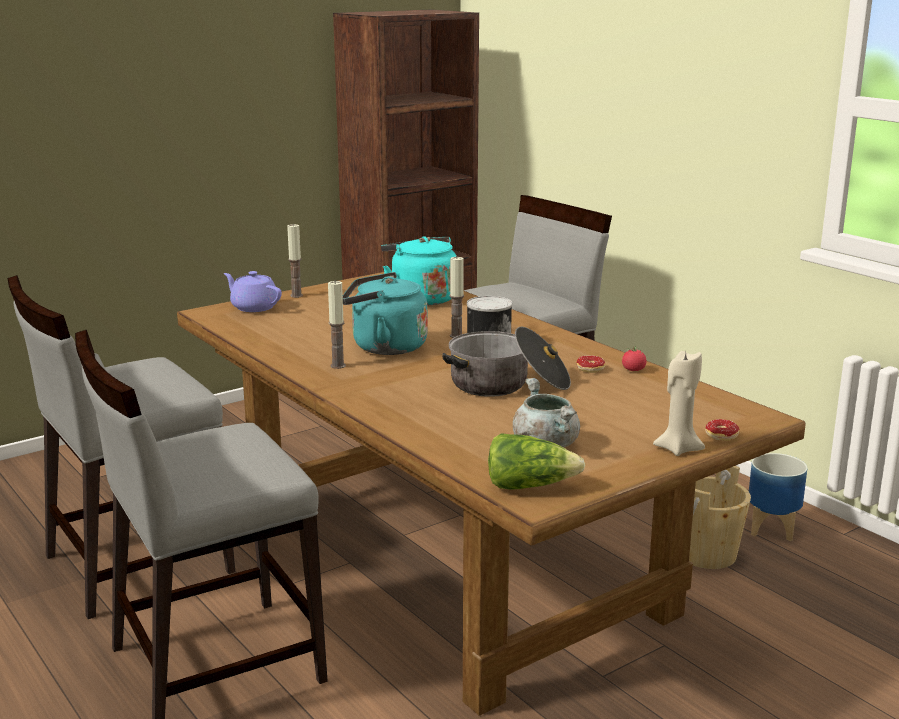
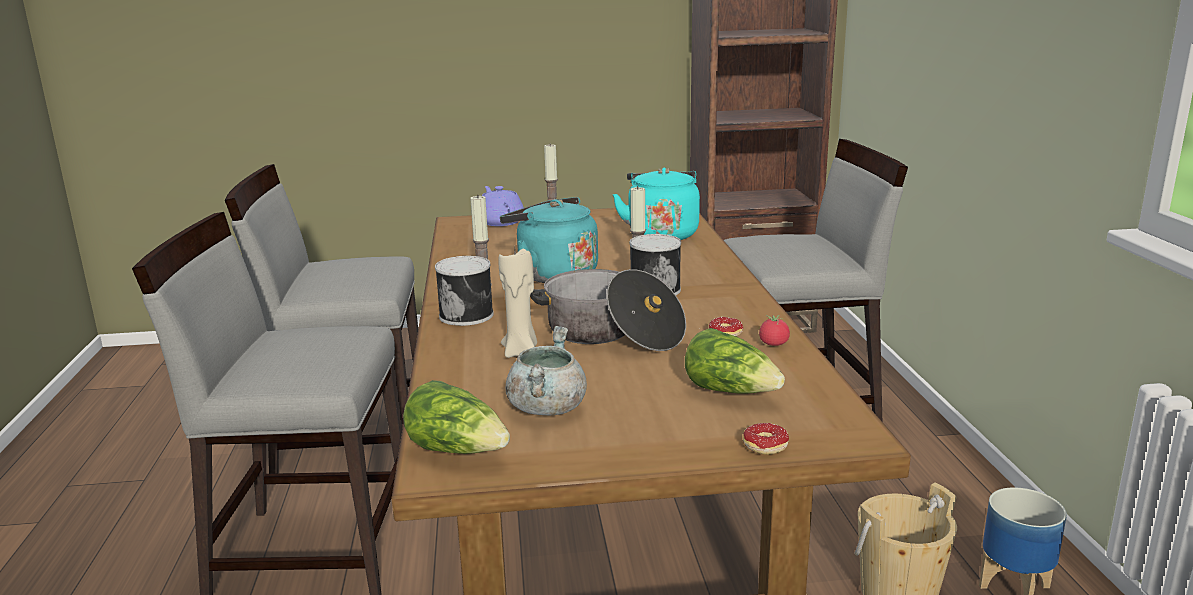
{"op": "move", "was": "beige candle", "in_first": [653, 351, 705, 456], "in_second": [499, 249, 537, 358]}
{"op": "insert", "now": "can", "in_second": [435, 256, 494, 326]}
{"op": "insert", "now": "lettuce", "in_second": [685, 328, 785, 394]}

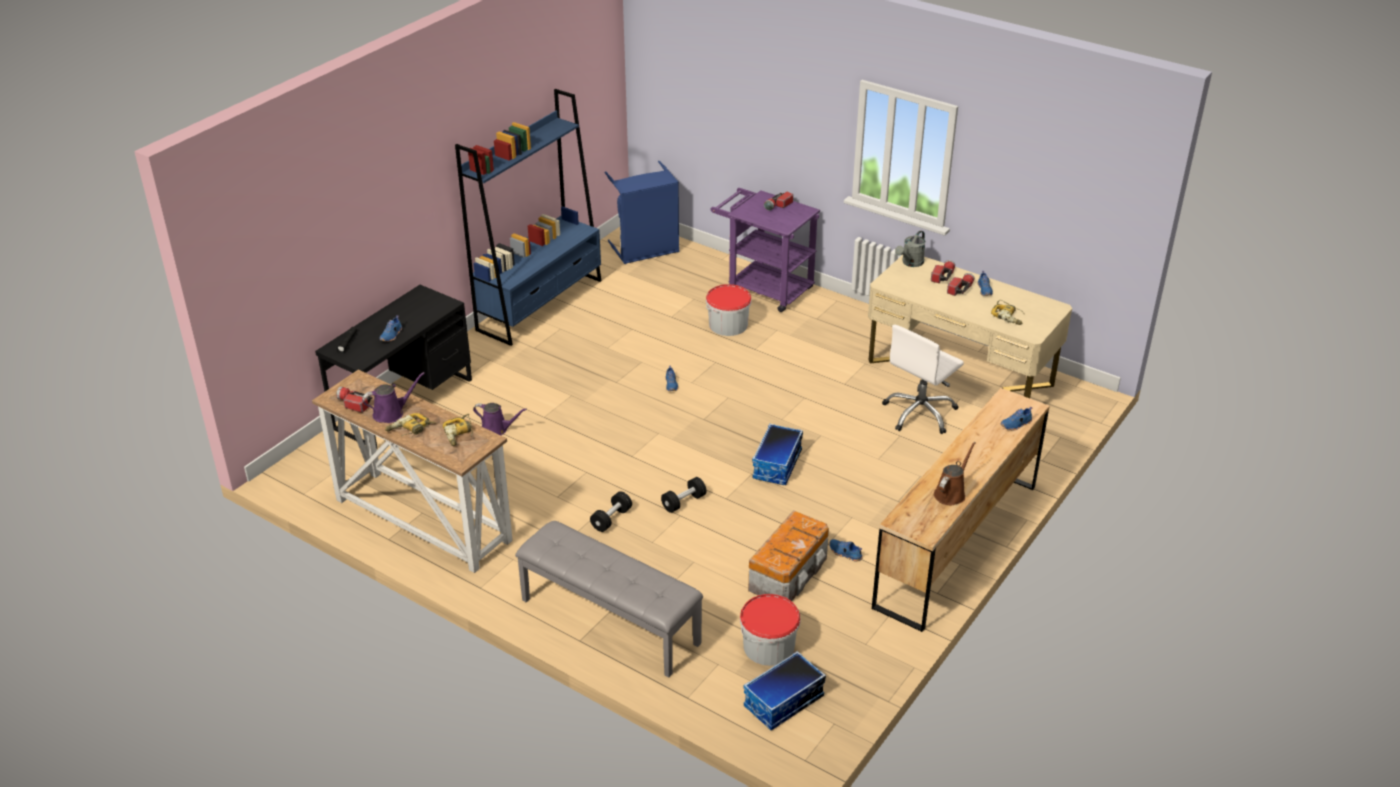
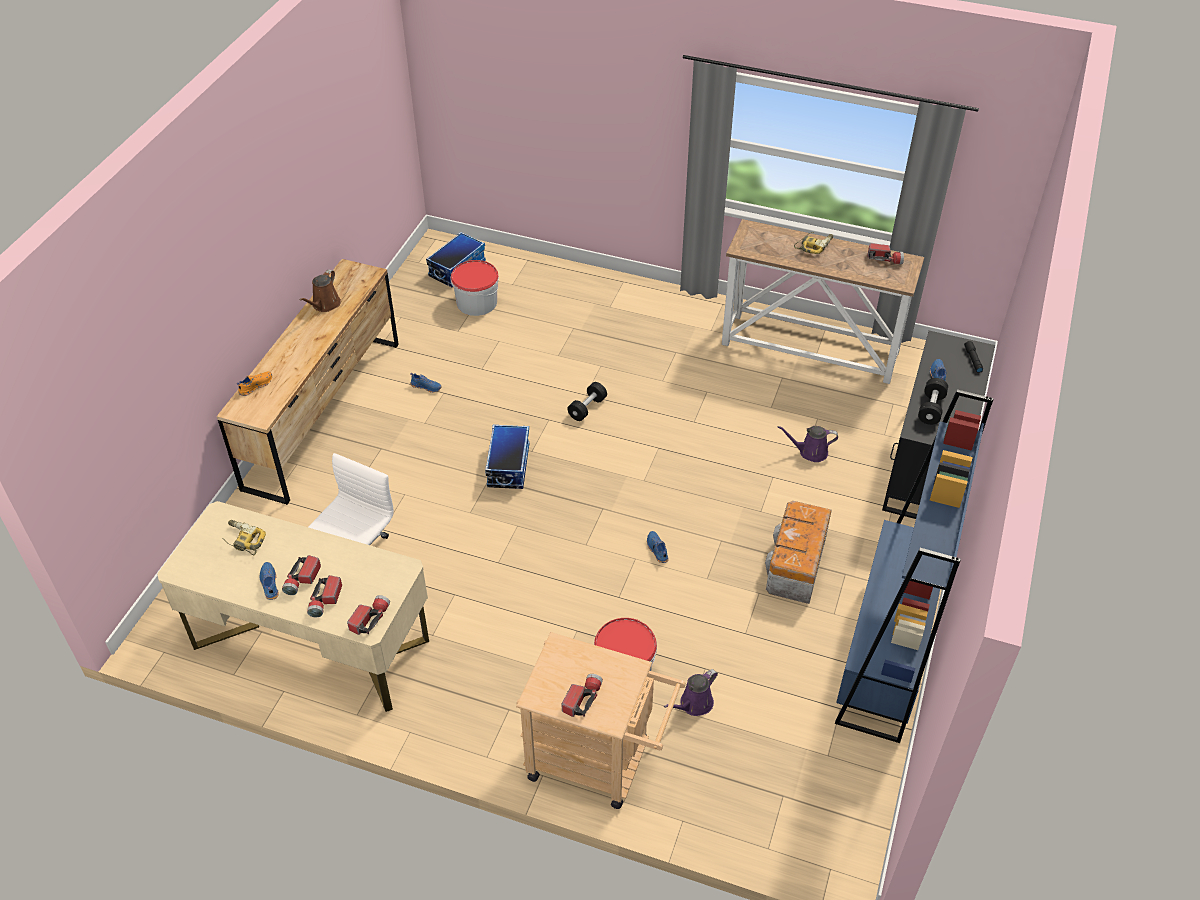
{"op": "delete", "was": "blue laundry basket", "in_first": [605, 161, 679, 264]}
{"op": "recolor", "was": "purple cart", "now": "beige cart", "in_first": [710, 188, 820, 312], "in_second": [516, 632, 686, 809]}
{"op": "replace", "was": "grey watering can", "now": "flashlight", "in_first": [895, 230, 926, 267], "in_second": [347, 595, 390, 635]}
{"op": "move", "was": "purple watering can", "in_first": [362, 372, 425, 423], "in_second": [664, 669, 718, 716]}
{"op": "recolor", "was": "blue shoe", "now": "orange shoe", "in_first": [1000, 407, 1033, 430], "in_second": [237, 371, 272, 396]}
{"op": "delete", "was": "power drill", "in_first": [443, 414, 473, 446]}
{"op": "move", "was": "black dumbbell", "in_first": [590, 491, 632, 532], "in_second": [918, 378, 948, 425]}
{"op": "move", "was": "storage box", "in_first": [748, 510, 829, 601], "in_second": [765, 501, 832, 604]}
{"op": "delete", "was": "grey bench", "in_first": [515, 521, 703, 678]}

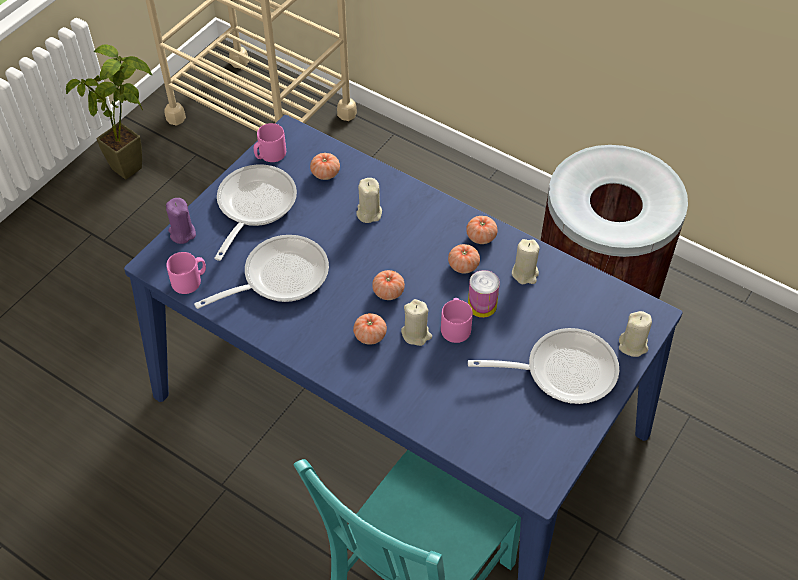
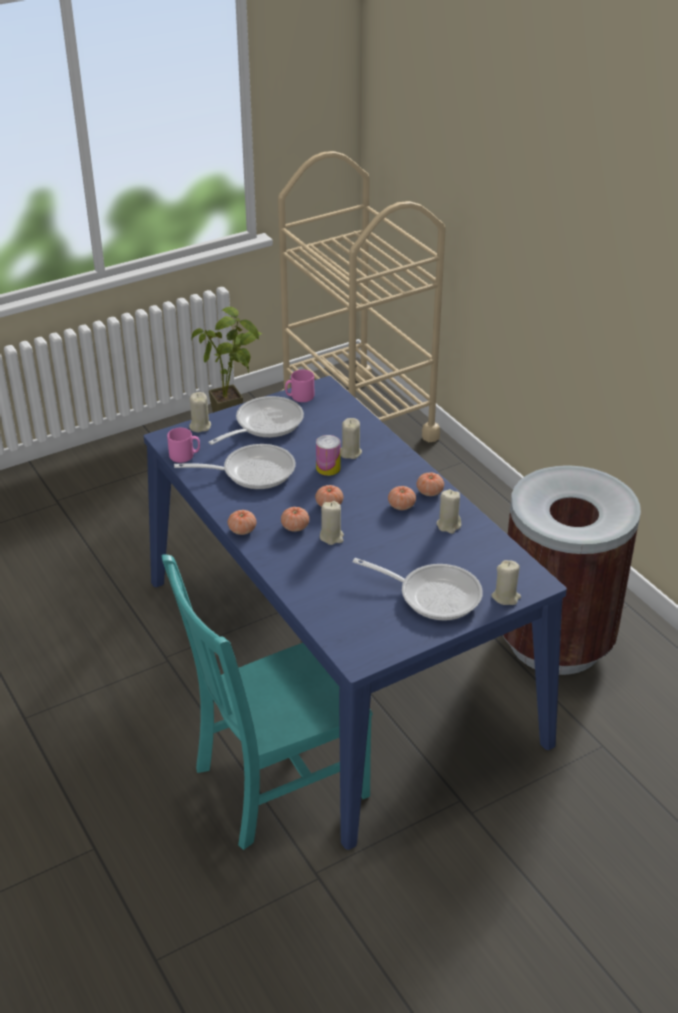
{"op": "move", "was": "tomato", "in_first": [310, 153, 340, 180], "in_second": [228, 510, 257, 535]}
{"op": "recolor", "was": "purple candle", "now": "beige candle", "in_first": [166, 198, 196, 244], "in_second": [189, 392, 211, 432]}
{"op": "move", "was": "can", "in_first": [468, 270, 500, 318], "in_second": [316, 435, 340, 476]}
{"op": "delete", "was": "pink mug", "in_first": [441, 298, 473, 343]}

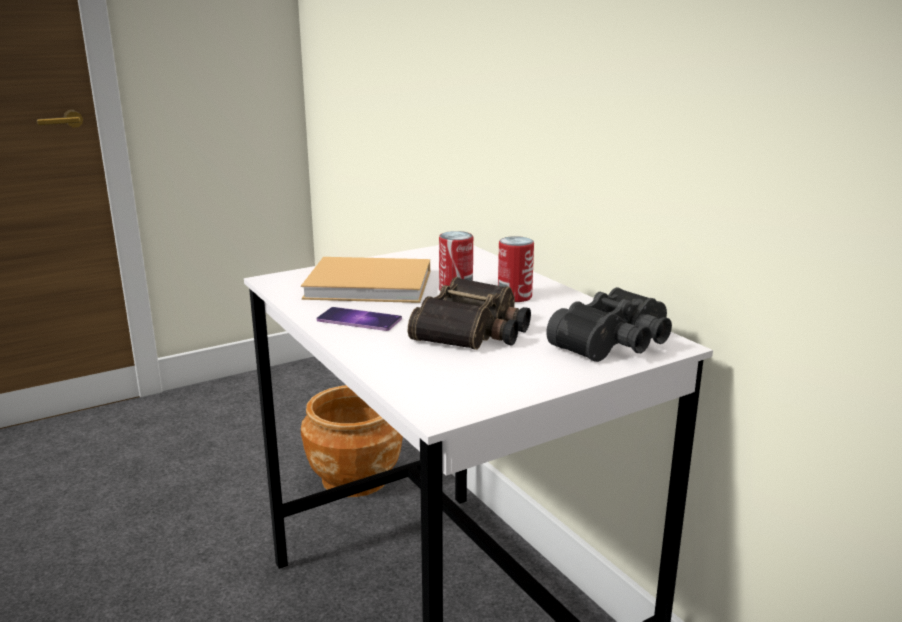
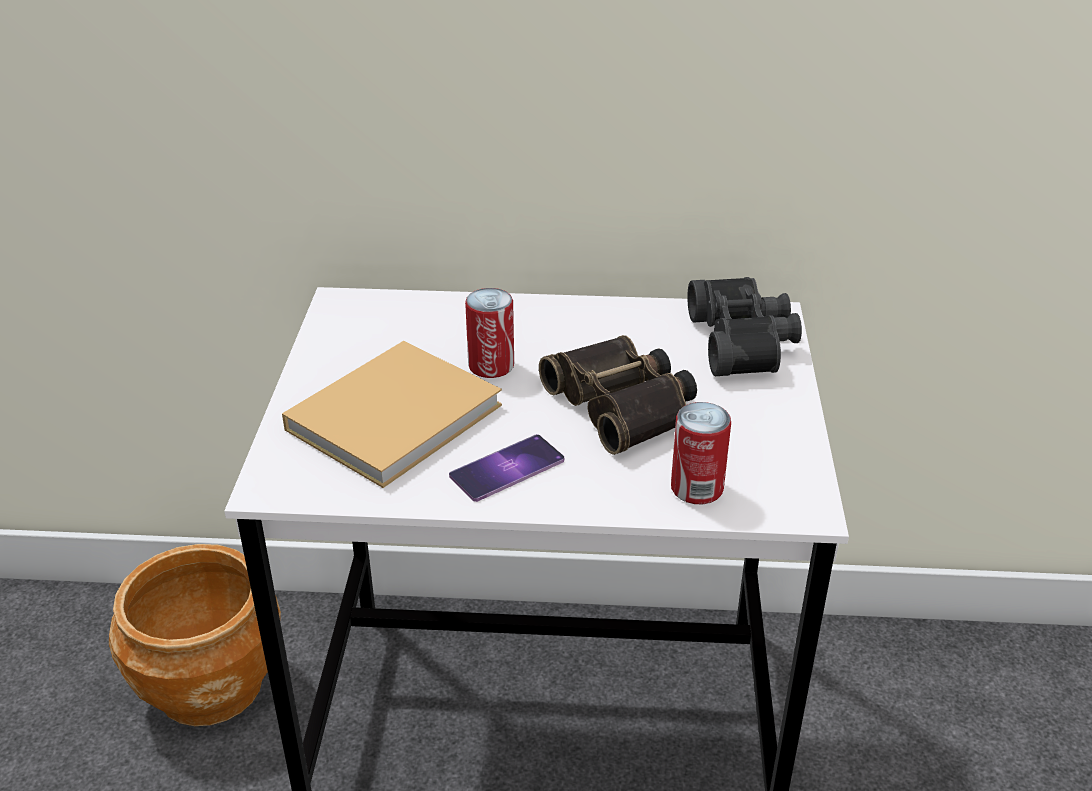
{"op": "move", "was": "can", "in_first": [498, 236, 534, 302], "in_second": [671, 402, 731, 504]}

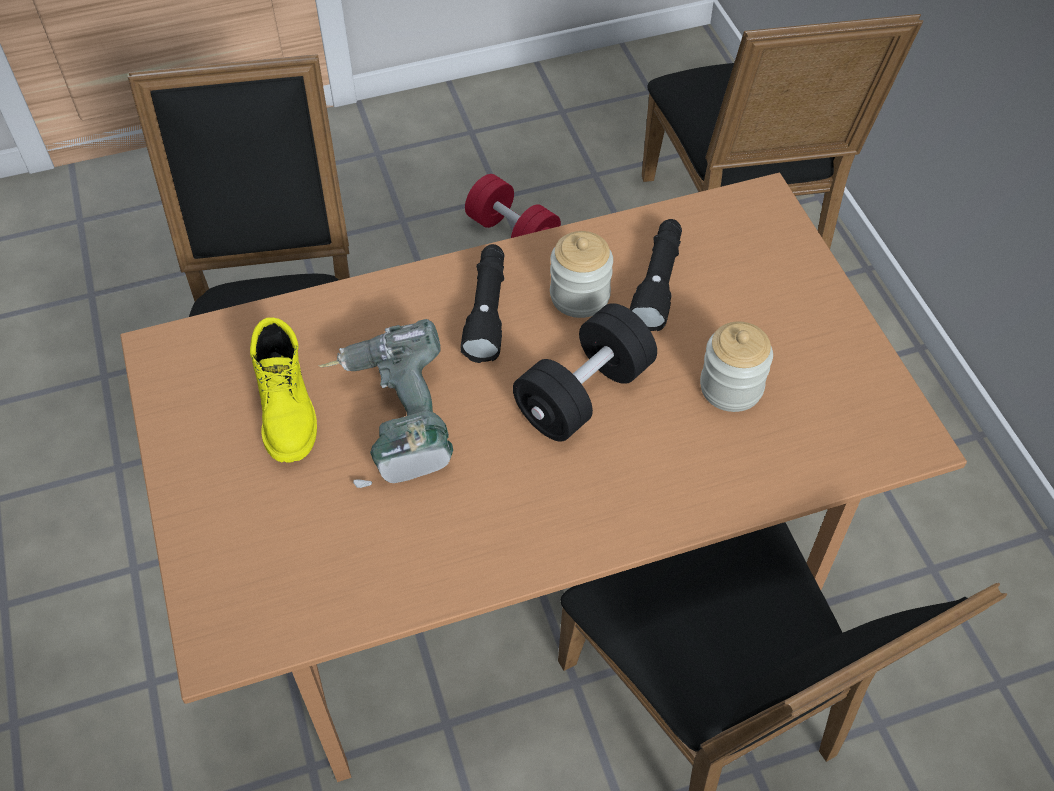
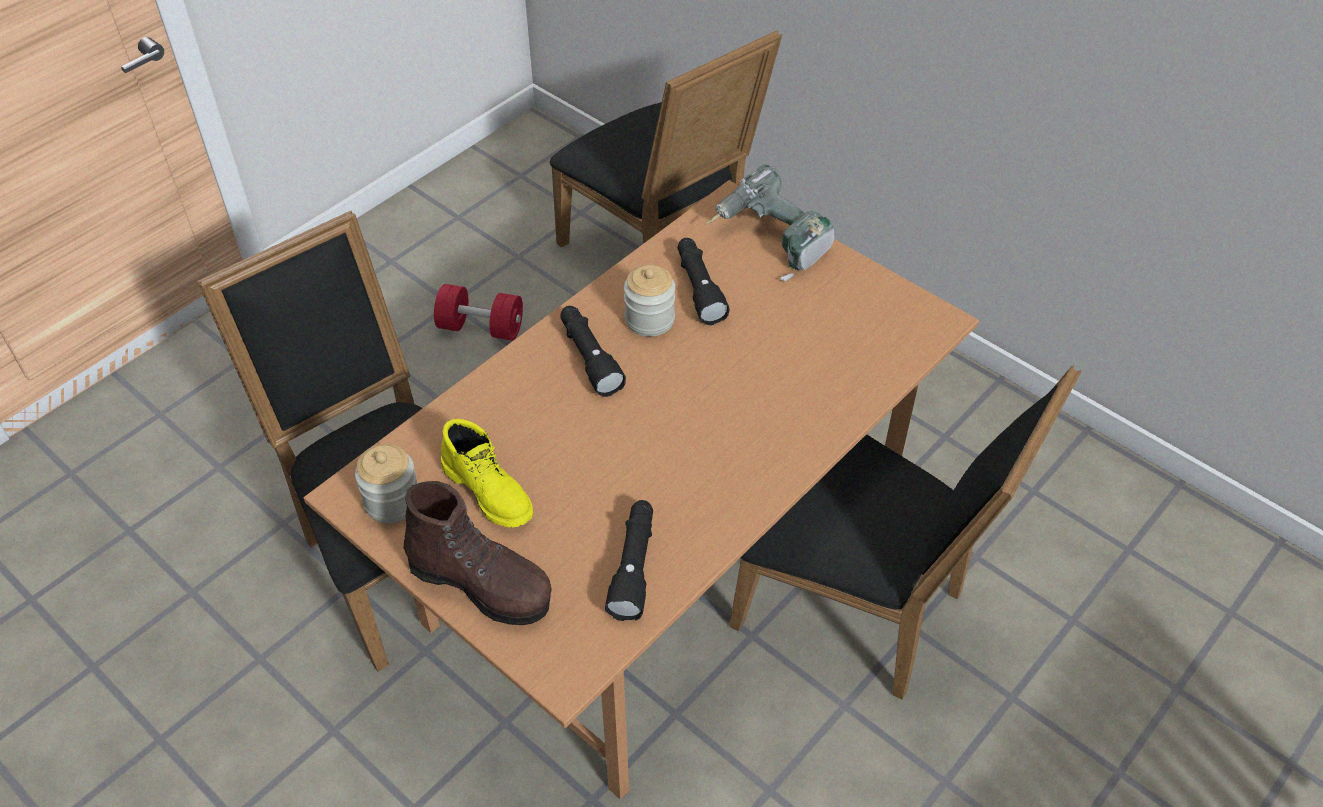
{"op": "delete", "was": "black dumbbell", "in_first": [513, 303, 657, 442]}
{"op": "move", "was": "power drill", "in_first": [319, 319, 453, 488], "in_second": [706, 164, 835, 281]}
{"op": "move", "was": "jar", "in_first": [700, 322, 773, 412], "in_second": [355, 444, 417, 524]}
{"op": "insert", "now": "brown boot", "in_second": [404, 481, 552, 625]}
{"op": "insert", "now": "black flashlight", "in_second": [605, 500, 653, 621]}

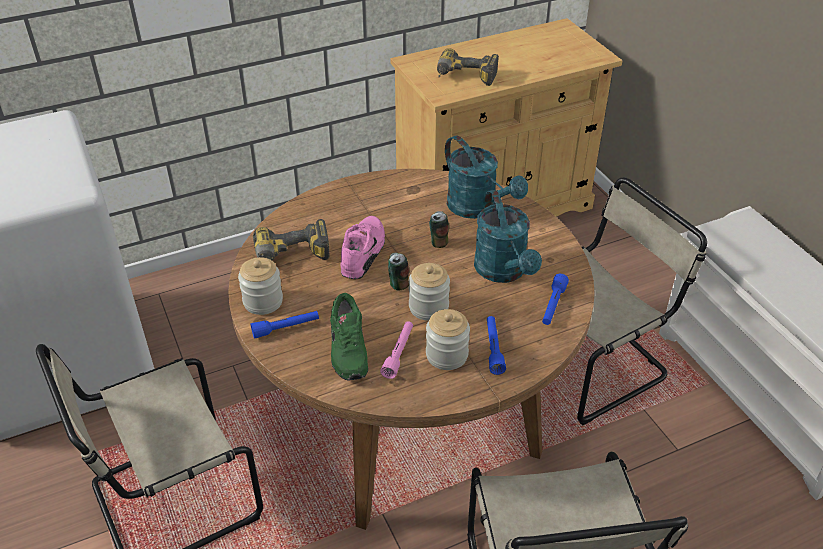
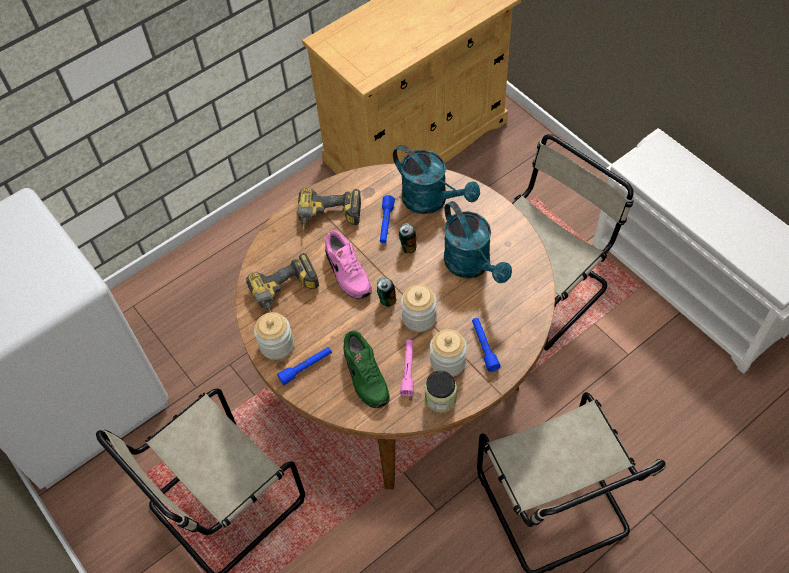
{"op": "move", "was": "power drill", "in_first": [437, 48, 499, 86], "in_second": [298, 187, 361, 232]}
{"op": "rotate", "was": "pink shoe", "in_first": [340, 216, 385, 279], "in_second": [325, 231, 372, 299], "clockwise": 150}
{"op": "move", "was": "blue flashlight", "in_first": [542, 274, 569, 325], "in_second": [380, 195, 395, 243]}
{"op": "insert", "now": "jar", "in_second": [425, 371, 457, 413]}

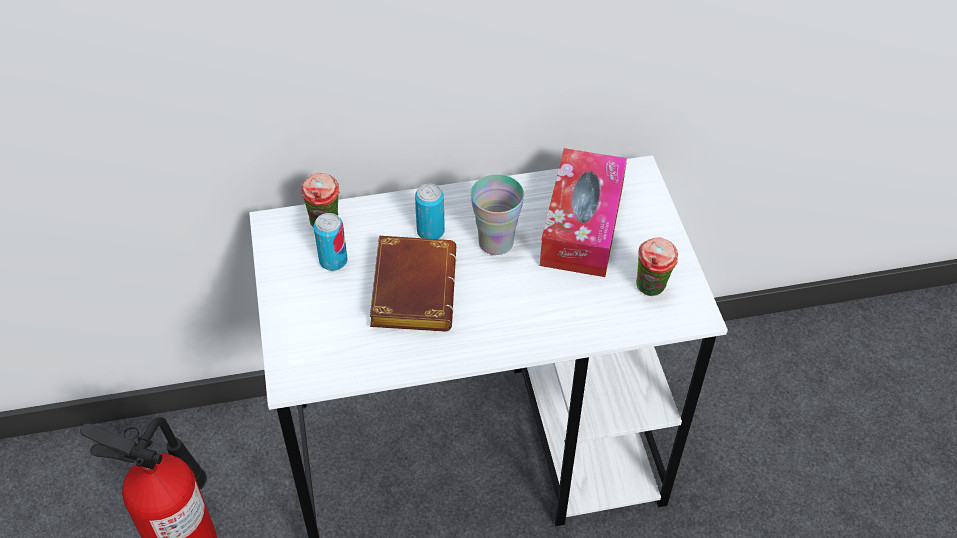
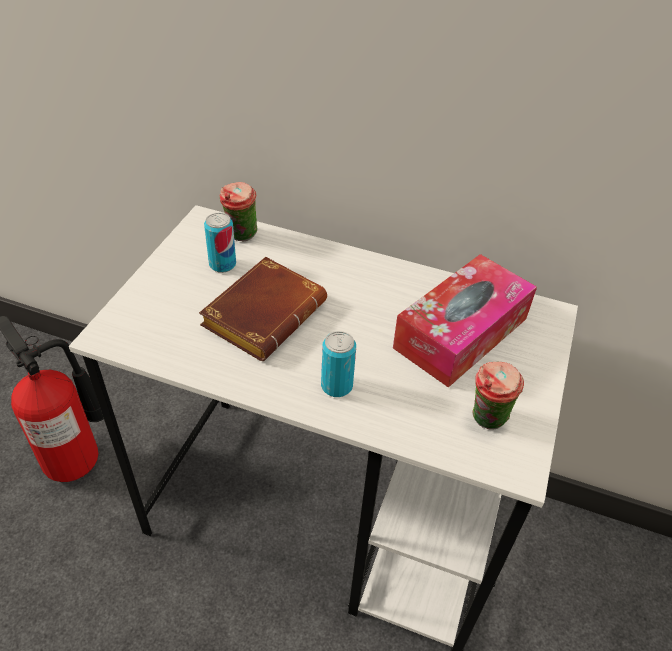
{"op": "delete", "was": "cup", "in_first": [471, 174, 524, 255]}
{"op": "move", "was": "can", "in_first": [415, 184, 445, 239], "in_second": [321, 331, 356, 397]}

